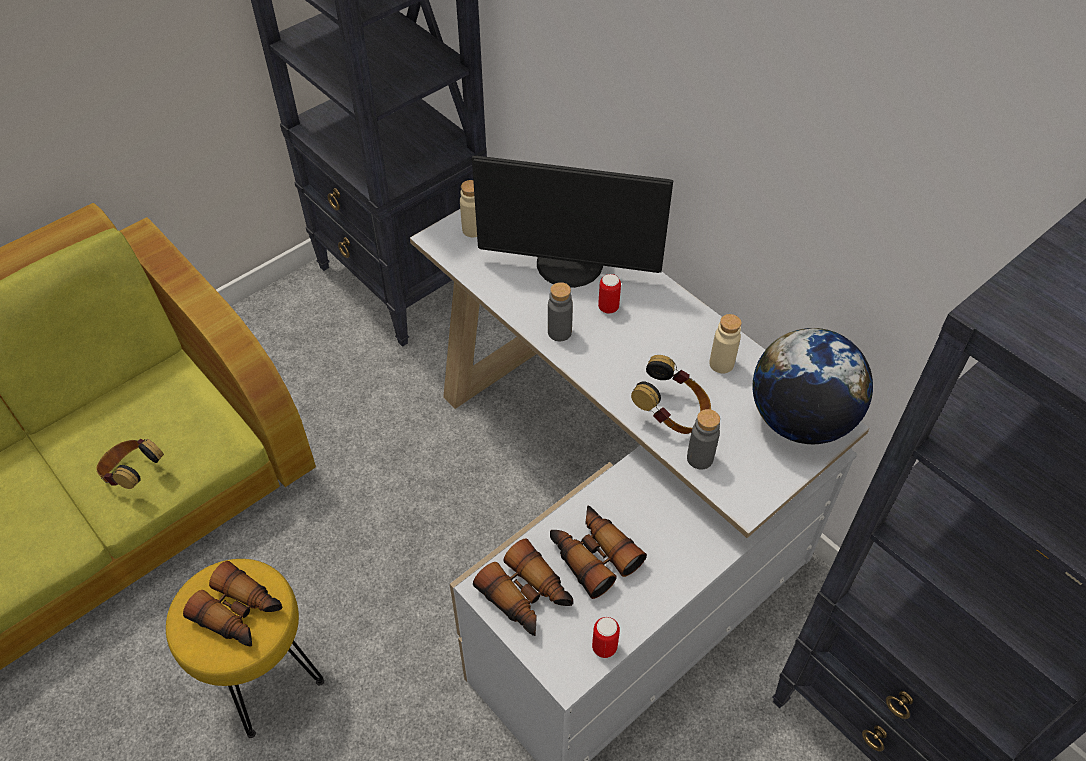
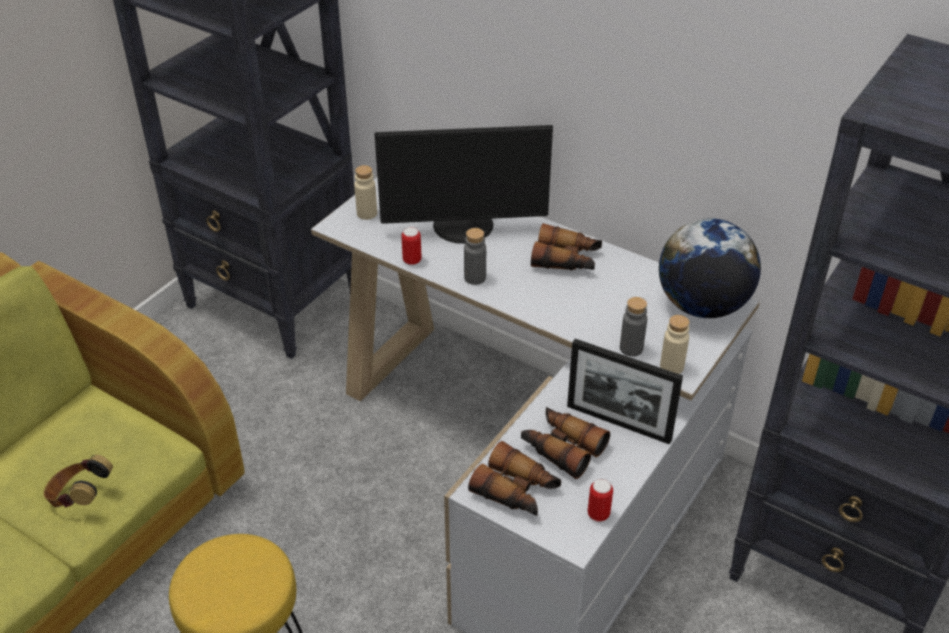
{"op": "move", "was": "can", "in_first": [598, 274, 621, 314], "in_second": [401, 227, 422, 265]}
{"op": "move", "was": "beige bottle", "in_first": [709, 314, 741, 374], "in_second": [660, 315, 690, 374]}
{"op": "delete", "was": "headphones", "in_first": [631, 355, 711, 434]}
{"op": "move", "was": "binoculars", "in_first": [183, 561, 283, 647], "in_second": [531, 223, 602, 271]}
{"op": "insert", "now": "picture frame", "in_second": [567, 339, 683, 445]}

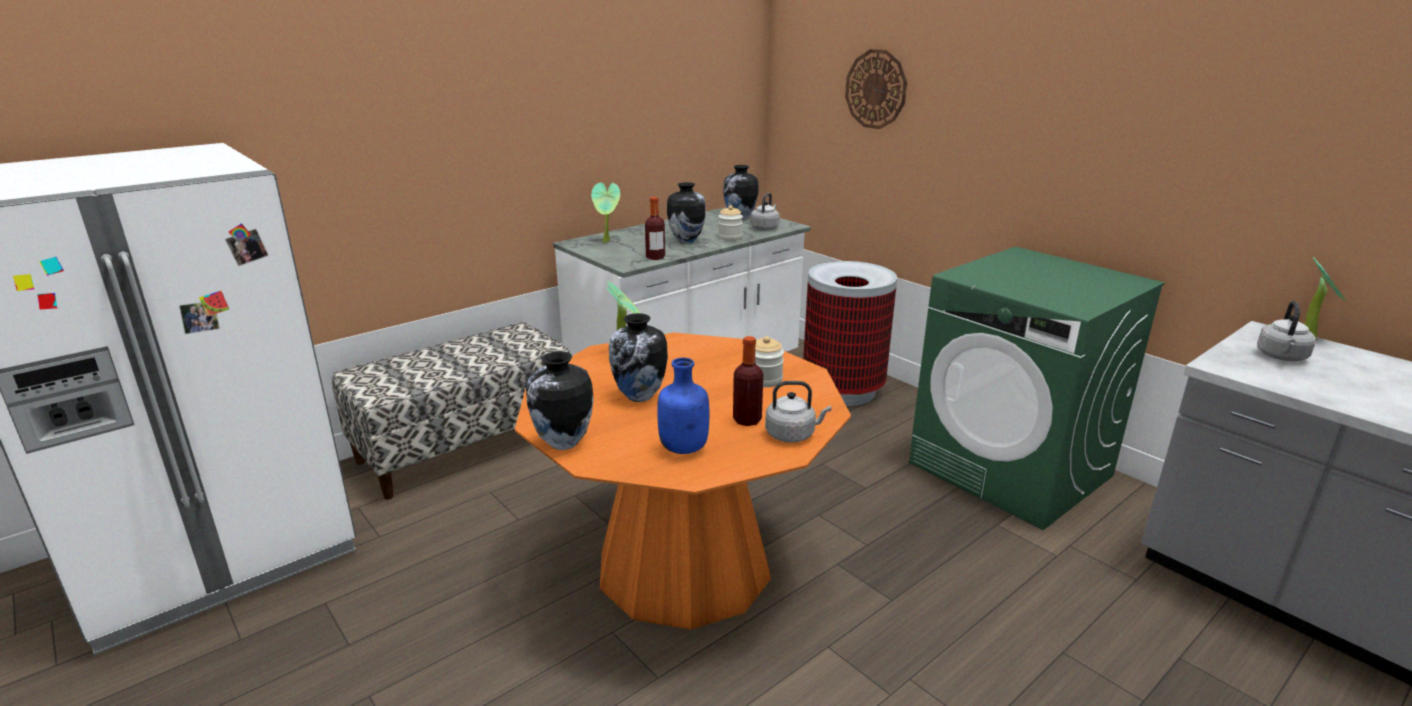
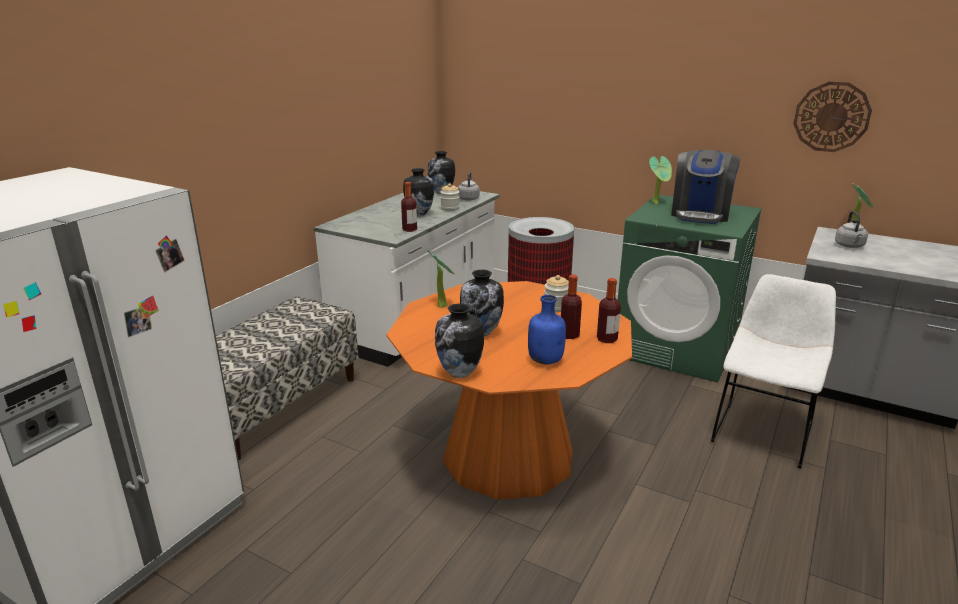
{"op": "move", "was": "wall clock", "in_first": [845, 49, 907, 129], "in_second": [793, 82, 872, 152]}
{"op": "move", "was": "potted plant", "in_first": [591, 183, 620, 243], "in_second": [649, 156, 672, 204]}
{"op": "replace", "was": "grey kettle", "now": "bottle", "in_first": [765, 381, 831, 443], "in_second": [597, 278, 621, 343]}
{"op": "insert", "now": "coffee machine", "in_second": [671, 150, 740, 224]}
{"op": "insert", "now": "white chair", "in_second": [711, 274, 836, 469]}

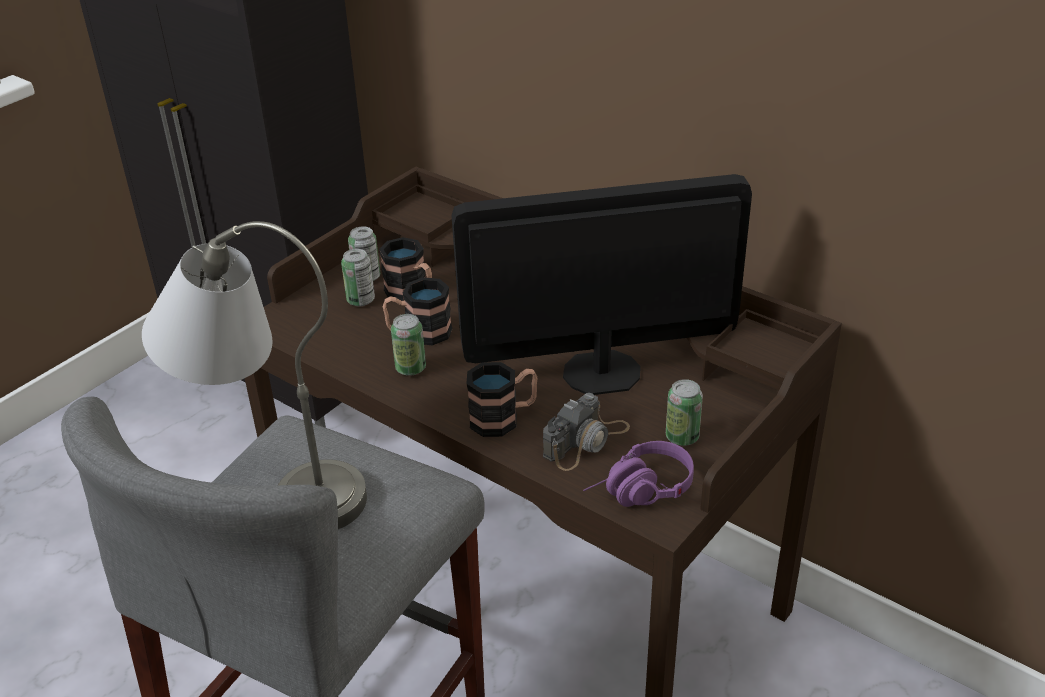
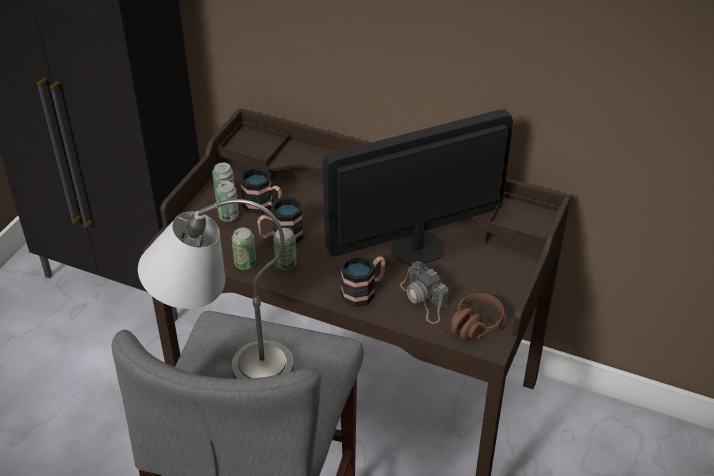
{"op": "move", "was": "can", "in_first": [666, 379, 703, 446], "in_second": [232, 228, 256, 270]}
{"op": "rotate", "was": "photo camera", "in_first": [543, 393, 630, 471], "in_second": [400, 261, 448, 324], "clockwise": 120}
{"op": "recolor", "was": "purple headphones", "now": "brown headphones", "in_first": [583, 441, 694, 507], "in_second": [438, 293, 504, 341]}

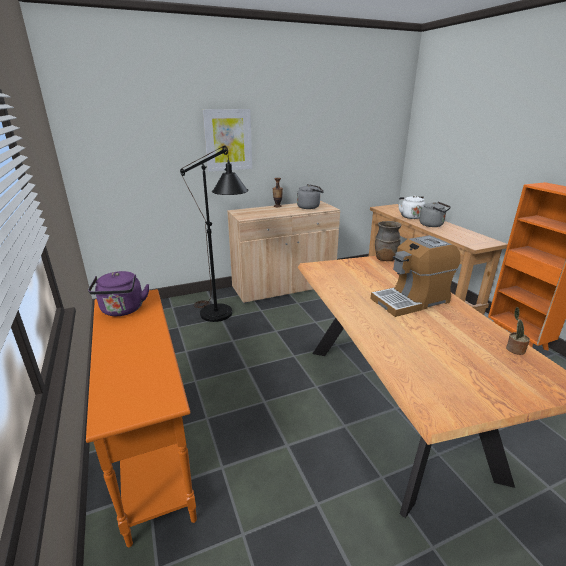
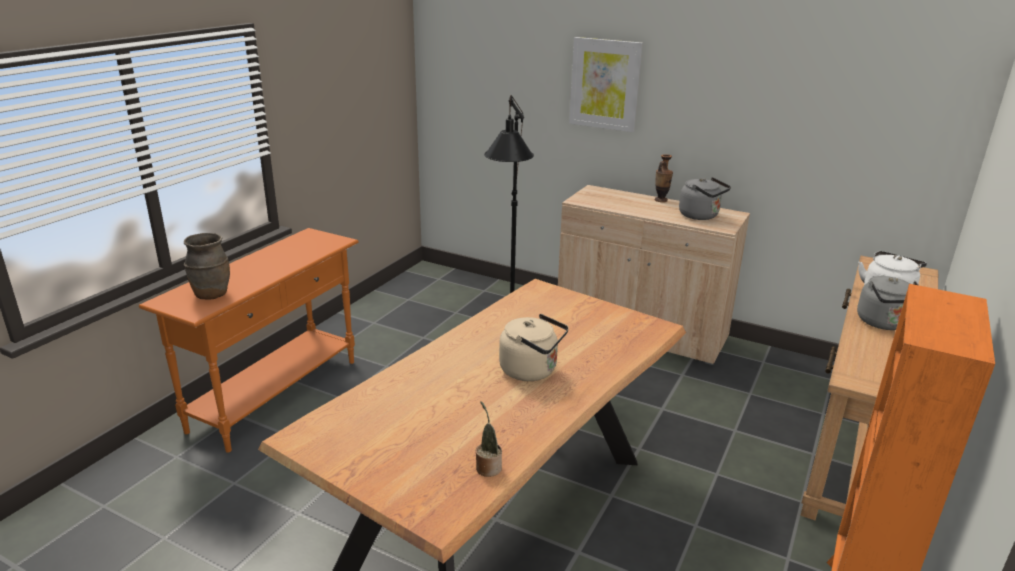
{"op": "move", "was": "brown vase", "in_first": [375, 221, 401, 261], "in_second": [184, 233, 230, 300]}
{"op": "replace", "was": "coffee machine", "now": "beige kettle", "in_first": [370, 235, 461, 317], "in_second": [499, 314, 569, 381]}
{"op": "delete", "was": "purple kettle", "in_first": [88, 271, 149, 316]}

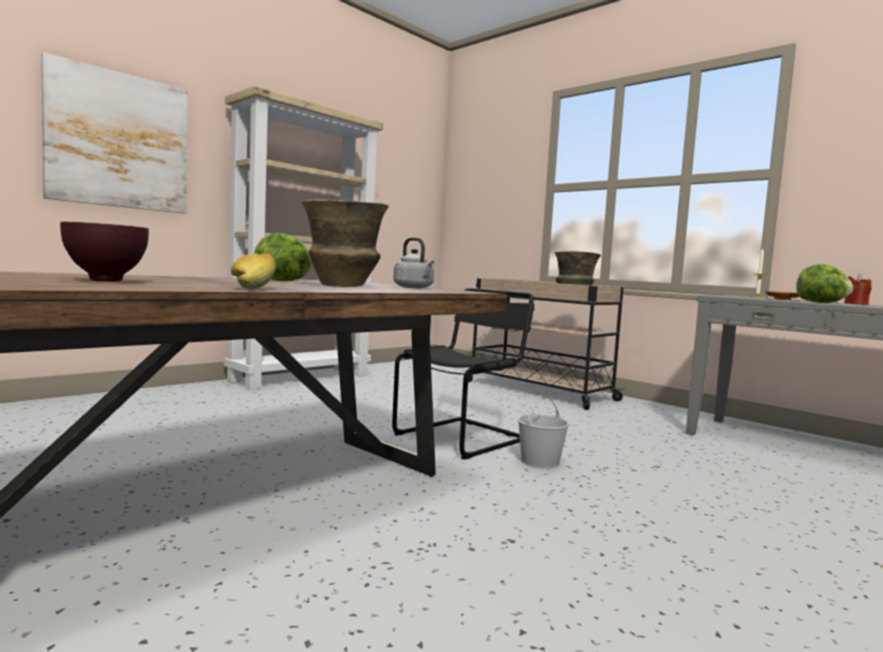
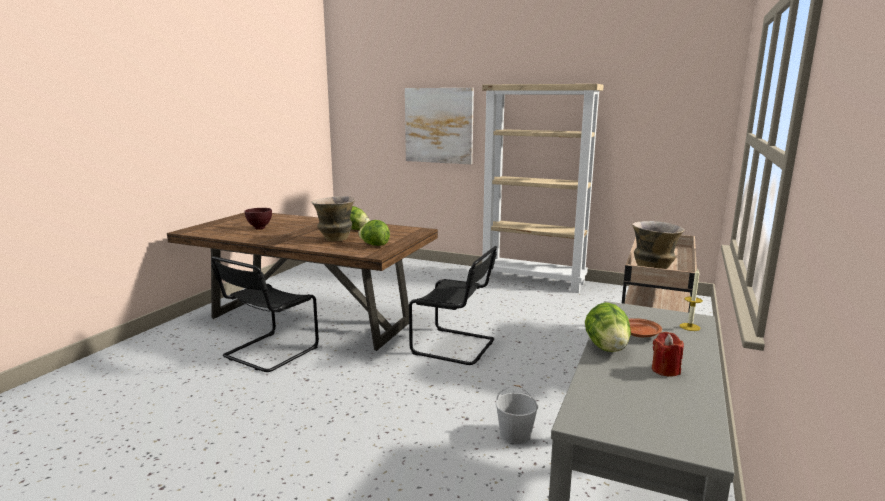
{"op": "replace", "was": "grey kettle", "now": "lettuce", "in_first": [393, 237, 434, 288], "in_second": [358, 220, 390, 246]}
{"op": "delete", "was": "bread", "in_first": [231, 253, 276, 289]}
{"op": "move", "was": "white bucket", "in_first": [518, 396, 569, 469], "in_second": [496, 385, 538, 444]}
{"op": "insert", "now": "black chair", "in_second": [211, 256, 319, 372]}

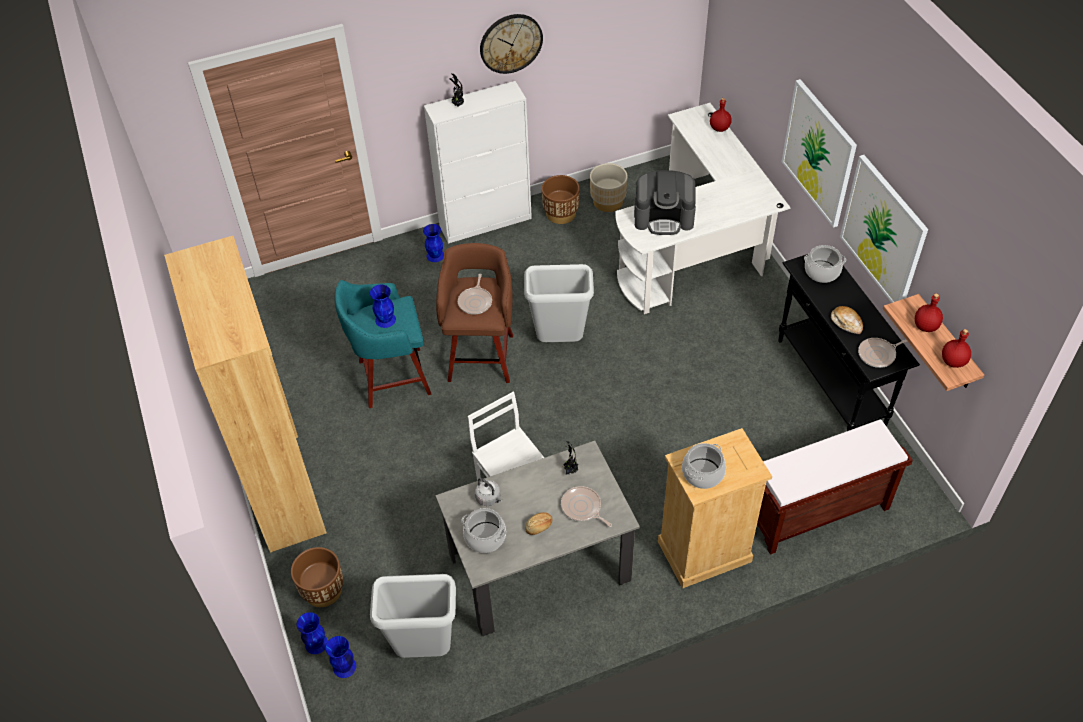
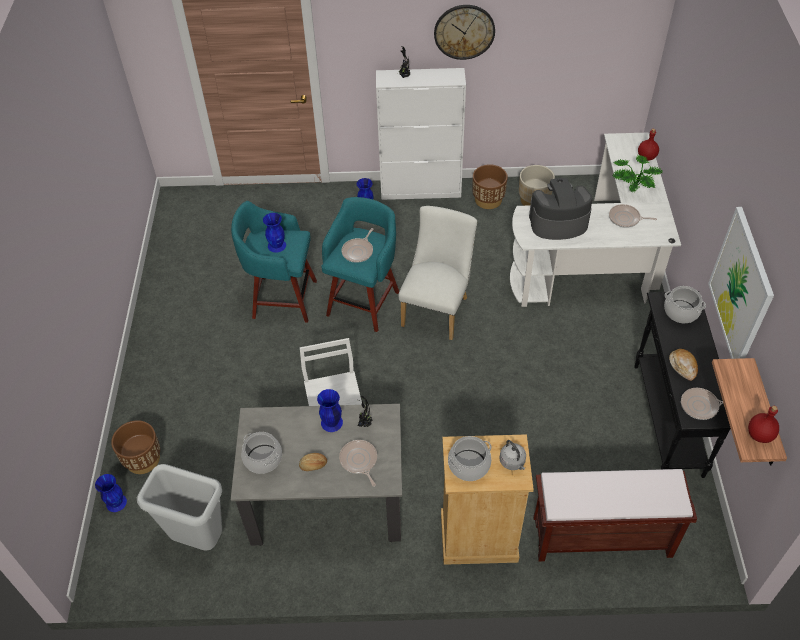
{"op": "delete", "was": "picture", "in_first": [781, 79, 857, 228]}
{"op": "rotate", "was": "coffee machine", "in_first": [634, 170, 696, 235], "in_second": [529, 178, 593, 240], "clockwise": 150}
{"op": "delete", "was": "brown bookcase", "in_first": [164, 236, 327, 553]}
{"op": "recolor", "was": "brown stool", "now": "turquoise stool", "in_first": [436, 243, 513, 383], "in_second": [321, 197, 399, 332]}
{"op": "replace", "was": "grey trash can", "now": "white chair", "in_first": [524, 264, 594, 342], "in_second": [398, 206, 477, 340]}
{"op": "delete", "was": "red bottle", "in_first": [915, 293, 943, 332]}
{"op": "move", "was": "grey kettle", "in_first": [475, 478, 502, 506], "in_second": [500, 440, 526, 470]}
{"op": "move", "was": "blue vase", "in_first": [325, 636, 356, 678], "in_second": [317, 389, 343, 432]}
{"op": "insert", "now": "potted plant", "in_second": [612, 155, 662, 192]}
{"op": "insert", "now": "frying pan", "in_second": [609, 204, 657, 228]}

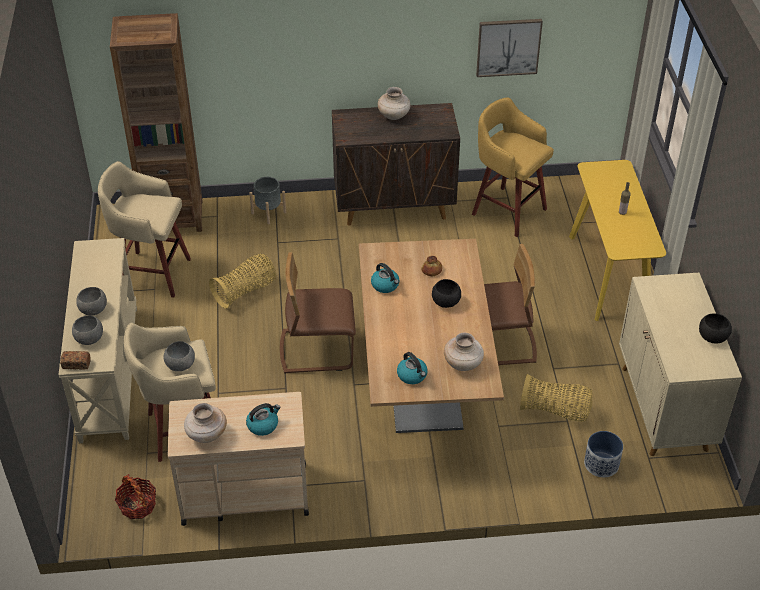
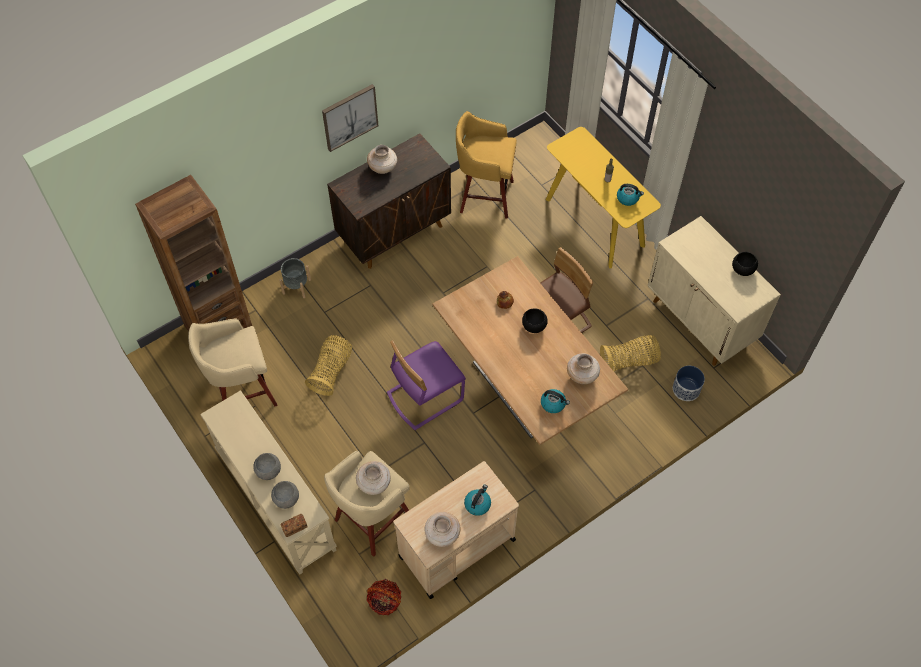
{"op": "move", "was": "picture", "in_first": [476, 19, 543, 77], "in_second": [322, 84, 378, 152]}
{"op": "recolor", "was": "brown chair", "now": "purple chair", "in_first": [280, 252, 356, 374], "in_second": [387, 340, 466, 430]}
{"op": "move", "was": "kettle", "in_first": [371, 263, 399, 293], "in_second": [617, 184, 644, 206]}
{"op": "replace", "was": "grey bowl", "now": "beige vase", "in_first": [163, 341, 195, 371], "in_second": [356, 461, 391, 495]}

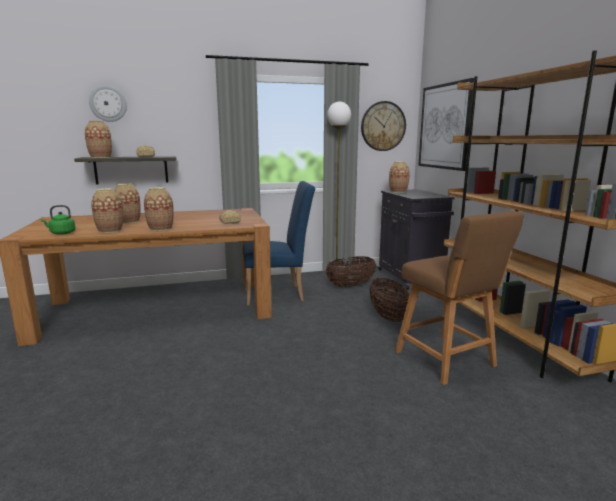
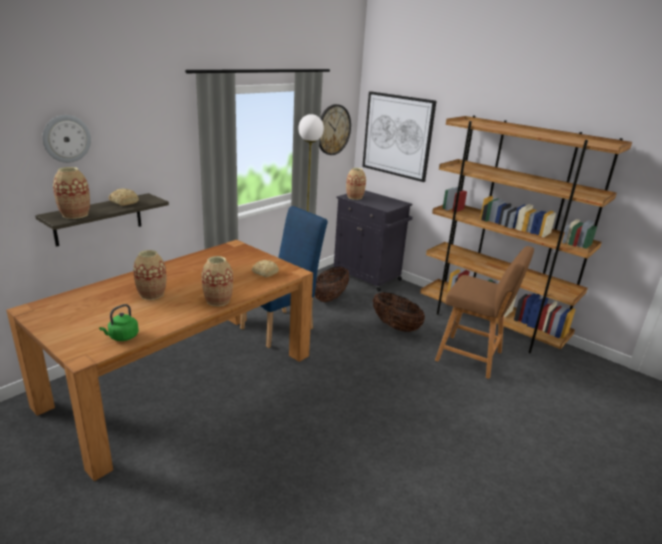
{"op": "delete", "was": "vase", "in_first": [91, 188, 123, 233]}

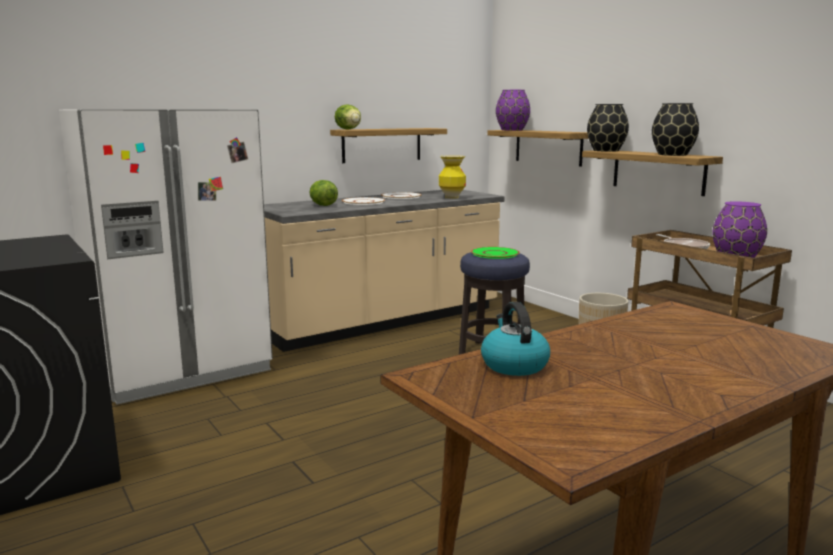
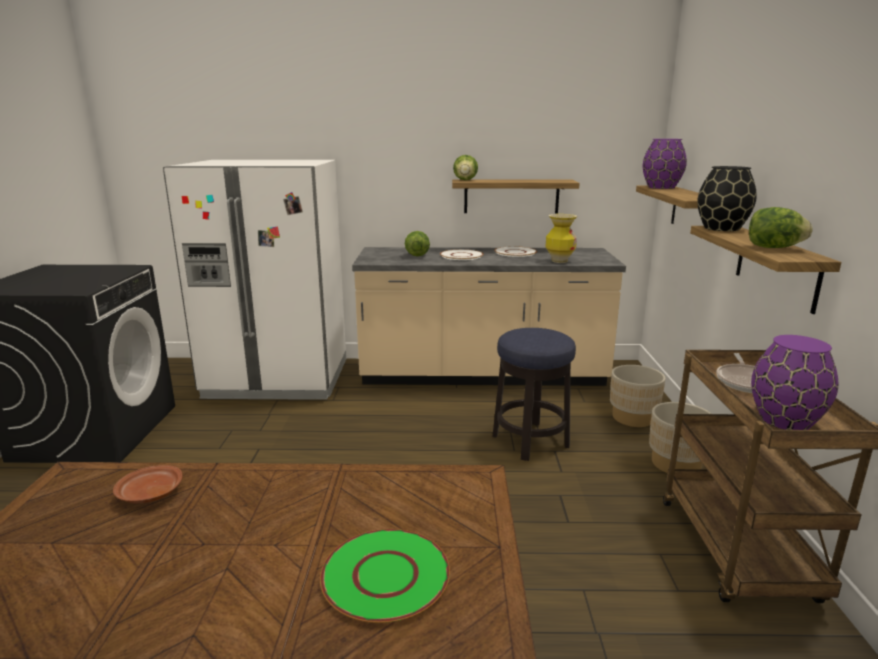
{"op": "replace", "was": "black vase", "now": "lettuce", "in_first": [652, 103, 699, 156], "in_second": [749, 207, 813, 248]}
{"op": "move", "was": "green plate", "in_first": [471, 247, 520, 259], "in_second": [320, 529, 450, 623]}
{"op": "replace", "was": "kettle", "now": "brown plate", "in_first": [481, 302, 550, 376], "in_second": [113, 465, 183, 503]}
{"op": "insert", "now": "beige planter", "in_second": [610, 365, 666, 427]}

